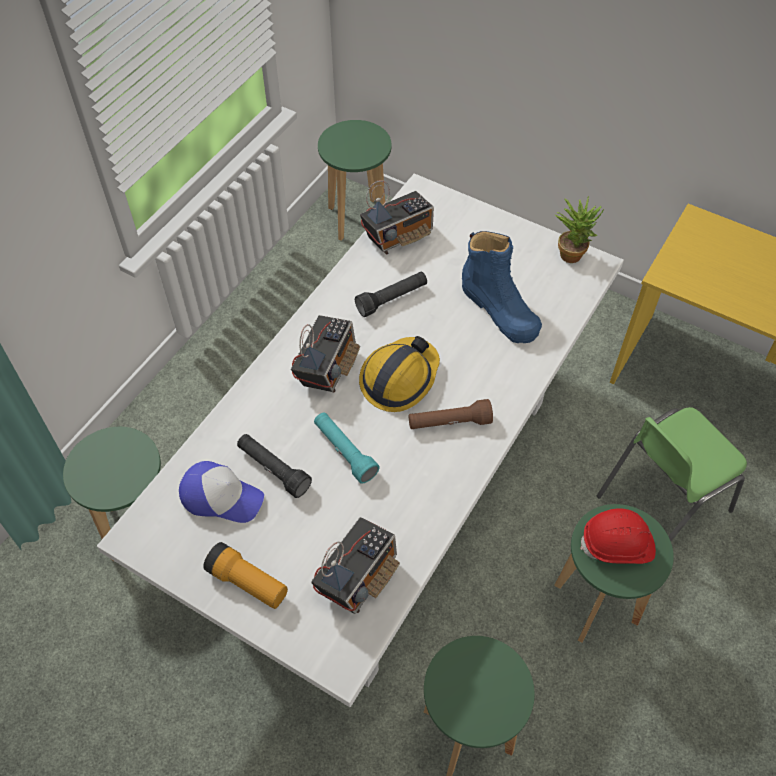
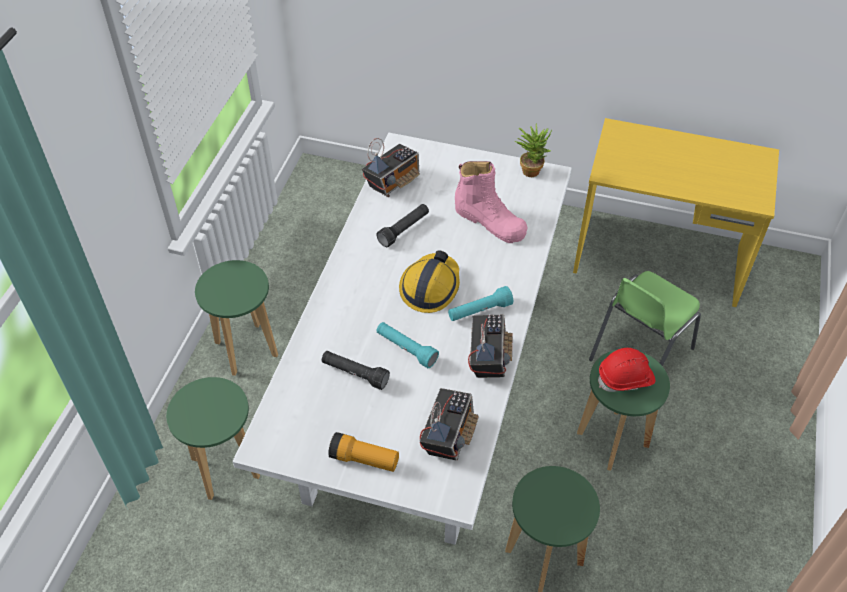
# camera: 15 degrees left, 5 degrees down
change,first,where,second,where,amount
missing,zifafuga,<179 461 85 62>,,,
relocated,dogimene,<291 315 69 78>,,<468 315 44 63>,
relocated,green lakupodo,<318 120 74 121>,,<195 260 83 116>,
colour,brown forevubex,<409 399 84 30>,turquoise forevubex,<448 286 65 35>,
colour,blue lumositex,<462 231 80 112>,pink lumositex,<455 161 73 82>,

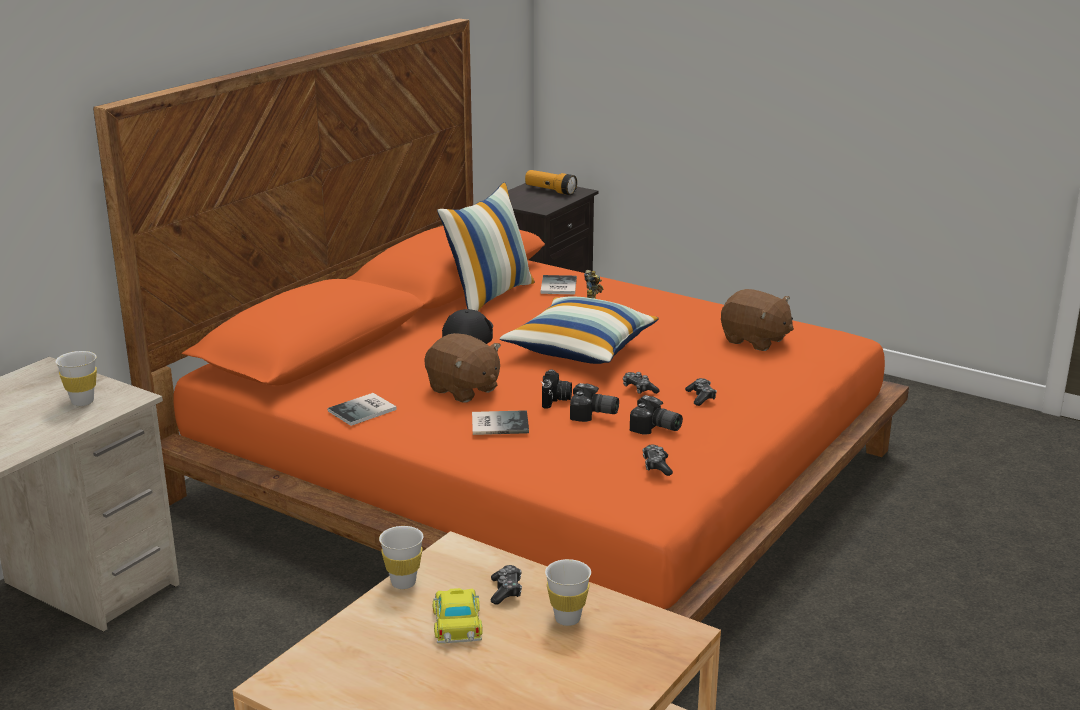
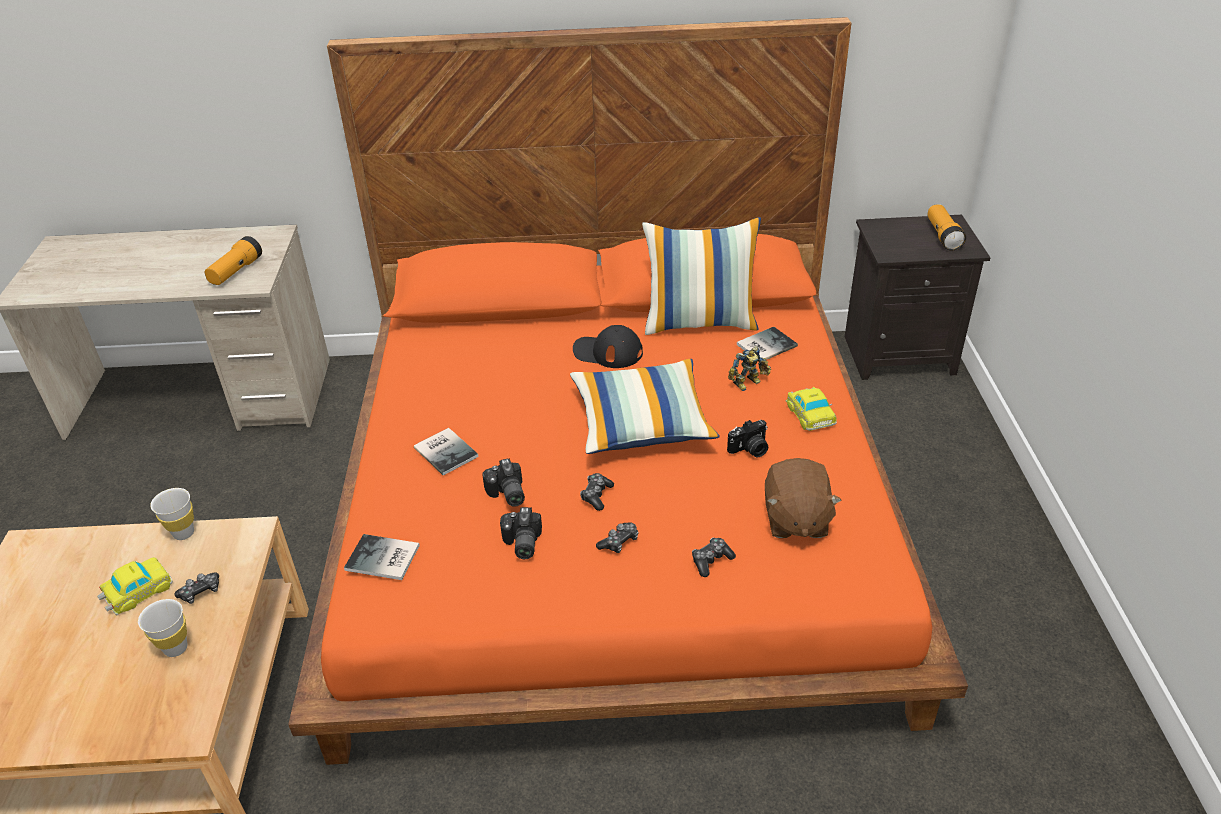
# camera: 55 degrees right, 15 degrees up
change,first,where,second,where,amount
missing,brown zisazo,<424 333 77 70>,,,
appeared,,,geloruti,<786 387 51 44>,
relocated,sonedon,<327 393 70 33>,,<344 534 76 46>,
relocated,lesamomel,<541 369 31 40>,,<727 420 41 37>,
relocated,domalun,<642 445 31 31>,,<692 538 44 39>,
exchanged,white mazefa,<56 351 41 55>,forevubex,<205 236 57 49>,
spun,black zifafuga,<442 309 51 35>,,<573 325 70 43>,135 degrees counterclockwise

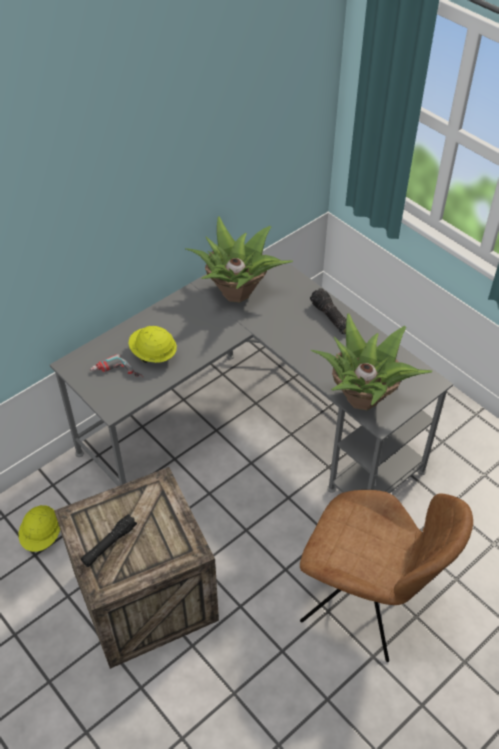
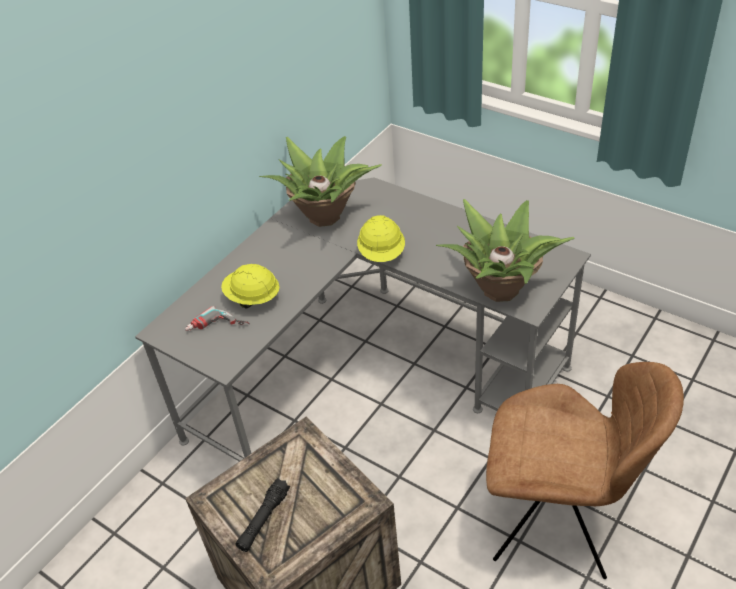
# camera: 10 degrees left, 5 degrees down
change,first,where,second,where,amount
missing,forevubex,<310 288 37 46>,,,
relocated,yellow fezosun,<19 505 41 47>,,<357 215 48 47>,

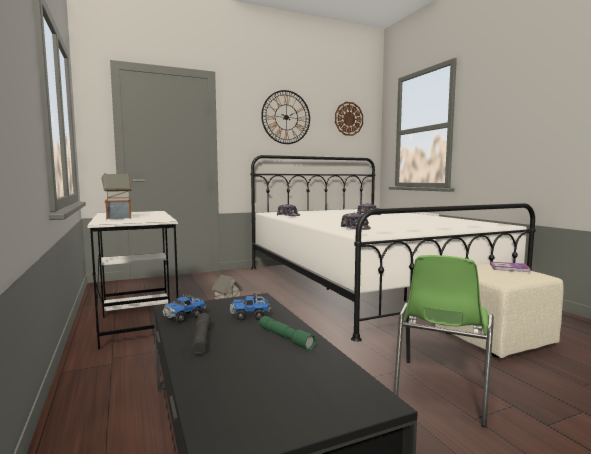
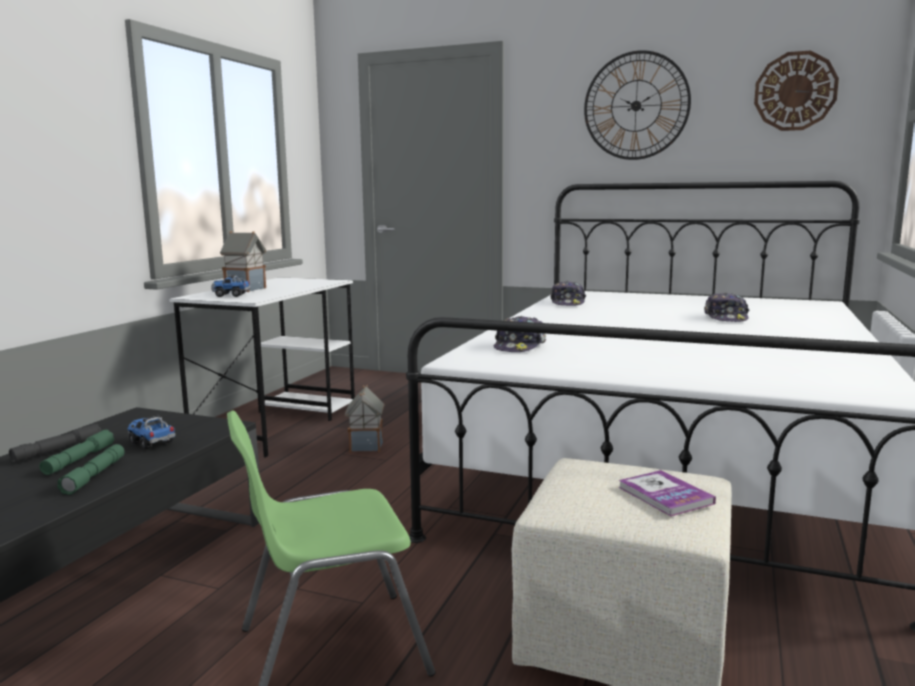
# camera: 45 degrees right, 5 degrees up
change,first,where,second,where,amount
appeared,,,green forevubex,<39 430 75 45>,
relocated,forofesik,<163 294 43 29>,,<211 275 40 22>,

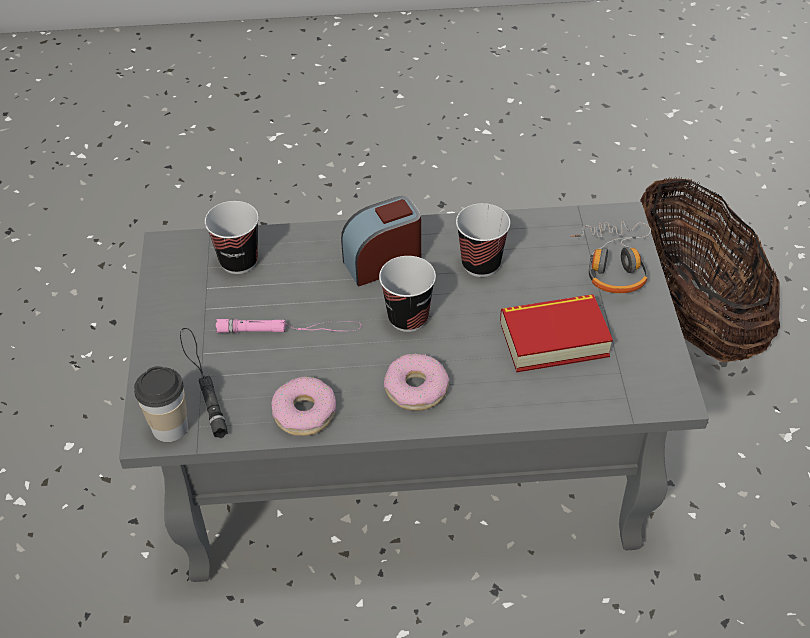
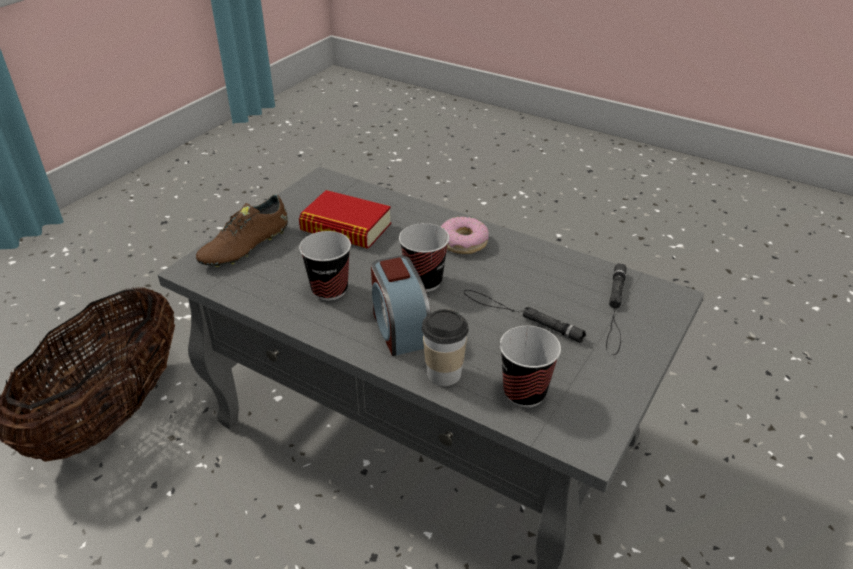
# camera: 145 degrees left, 10 degrees down
change,first,where,second,where,amount
missing,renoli,<272 376 64 60>,,,
relocated,mazefa,<134 366 54 76>,,<422 309 47 77>,
exchanged,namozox,<570 221 81 72>,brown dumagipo,<196 195 92 72>,
colour,pink forevubex,<215 319 146 14>,black forevubex,<464 290 122 53>,
spun,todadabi,<341 196 80 91>,,<371 256 60 100>,60 degrees clockwise

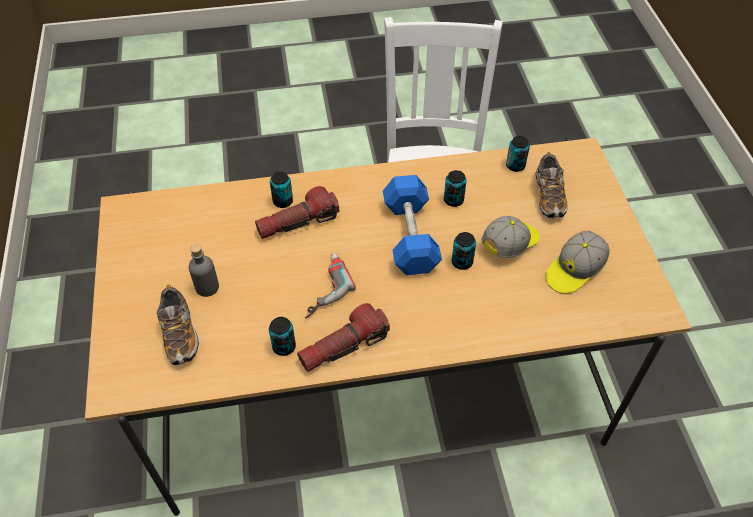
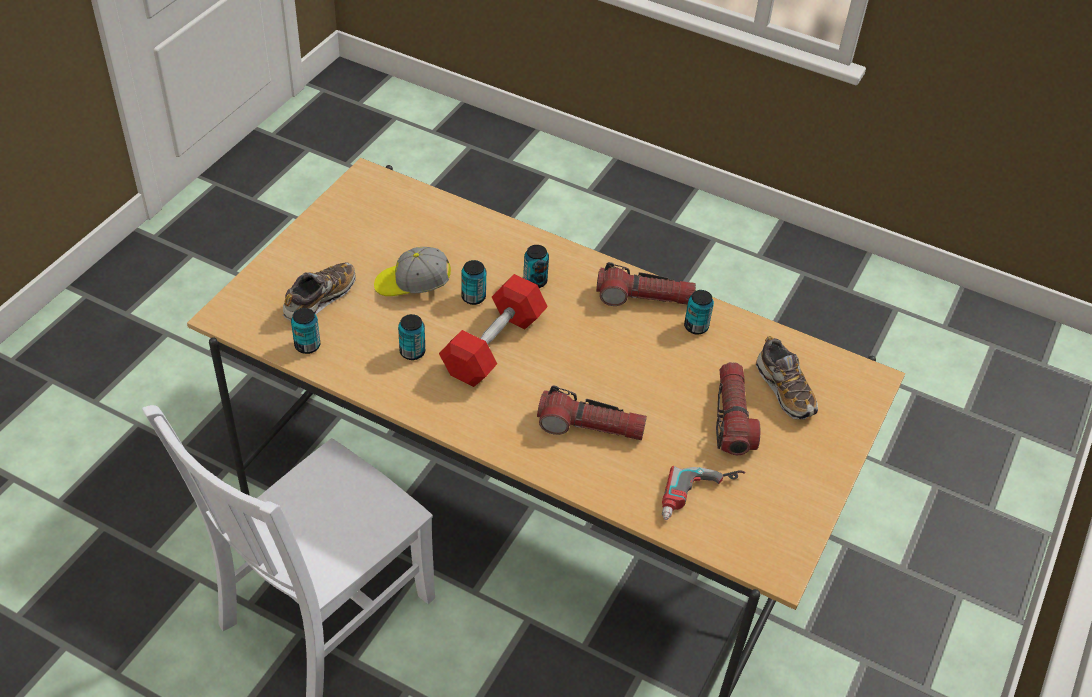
# camera: 145 degrees left, 5 degrees down
change,first,where,second,where,amount
missing,zifafuga,<546 231 64 63>,,,
relocated,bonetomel,<270 171 23 37>,,<523 245 26 43>,
relocated,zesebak,<305 252 51 66>,,<662 466 84 54>,
exchanged,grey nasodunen,<189 244 30 53>,forevubex,<716 362 45 93>,
colour,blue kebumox,<383 175 59 100>,red kebumox,<439 274 109 113>,
spun,dumagipo,<157 285 42 80>,,<756 336 62 83>,135 degrees clockwise

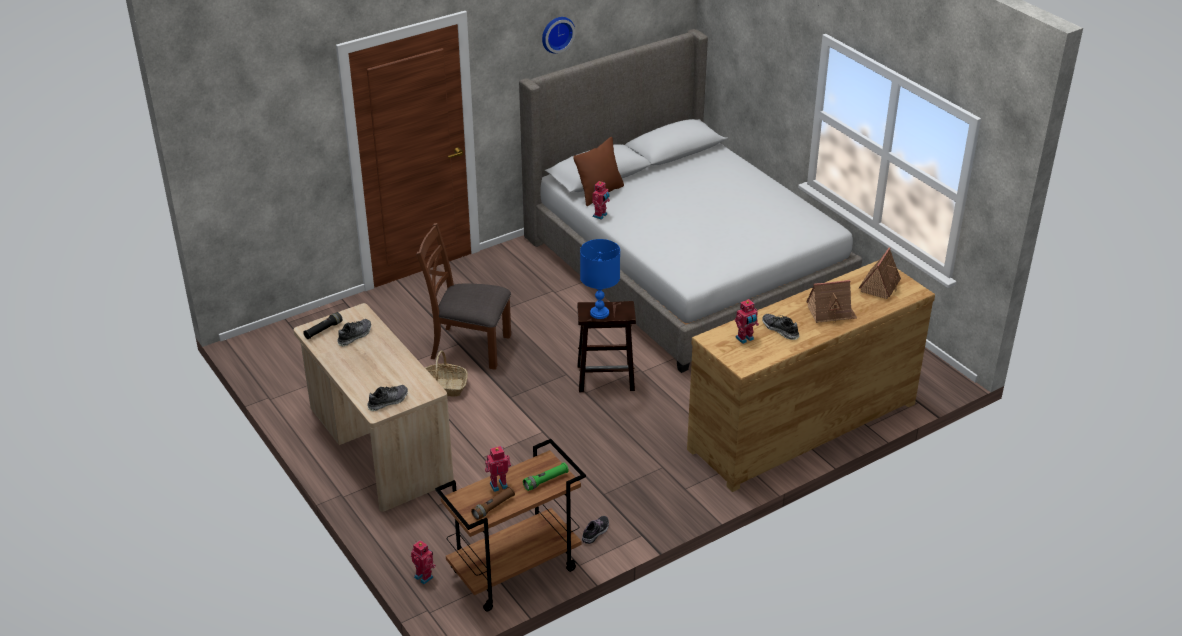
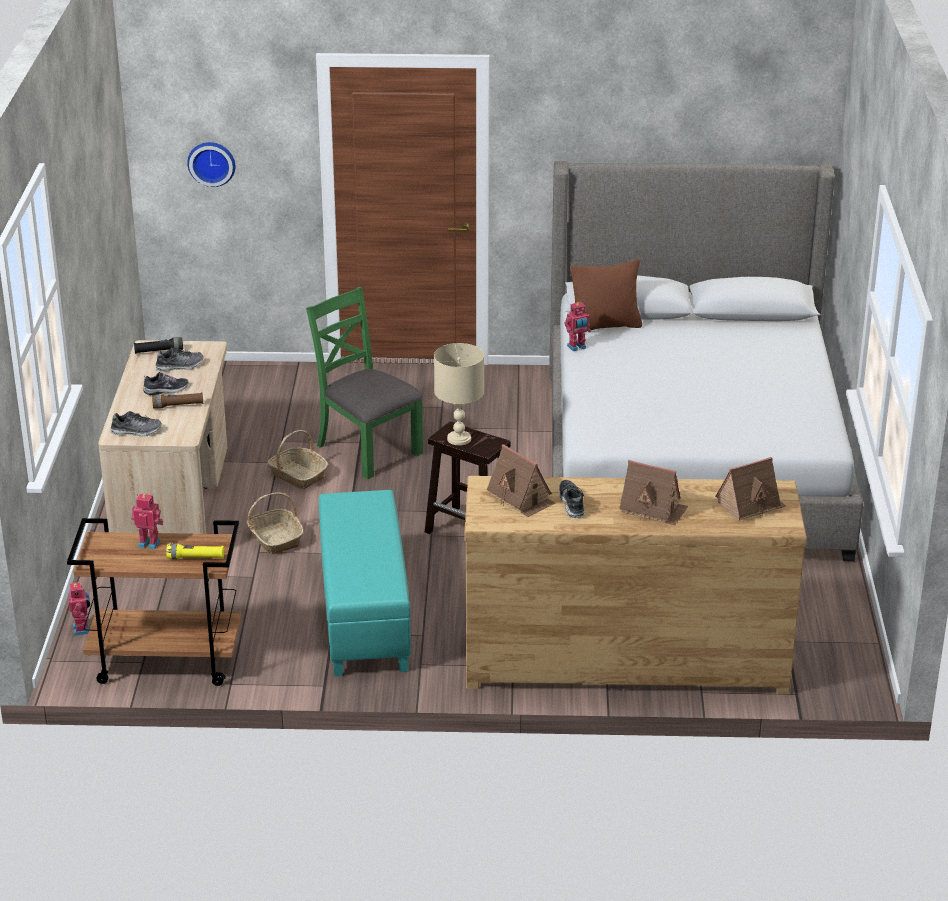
# camera: 35 degrees right, 5 degrees down
change,first,where,second,where,amount
appeared,,,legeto,<246 492 58 62>,
appeared,,,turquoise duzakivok,<319 490 92 186>,
relocated,brown forevubex,<471 486 44 34>,,<152 392 51 17>,
relocated,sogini,<542 17 33 37>,,<187 142 48 45>,
relocated,dumagipo,<582 516 27 28>,,<143 372 46 23>,
exchanged,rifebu,<735 299 24 45>,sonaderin,<487 444 68 73>,
colour,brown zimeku,<416 223 95 147>,green zimeku,<306 287 117 192>,
colour,green forevubex,<523 463 46 28>,yellow forevubex,<166 544 58 15>,
colour,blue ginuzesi,<580 239 40 80>,beige ginuzesi,<434 343 50 102>,

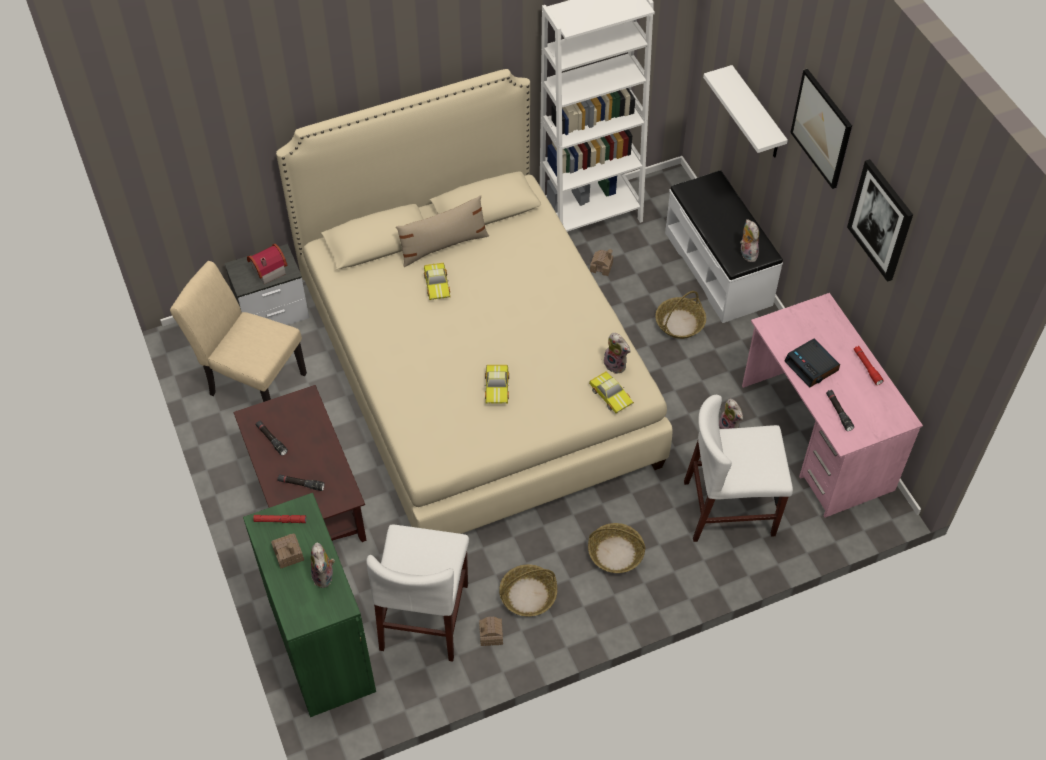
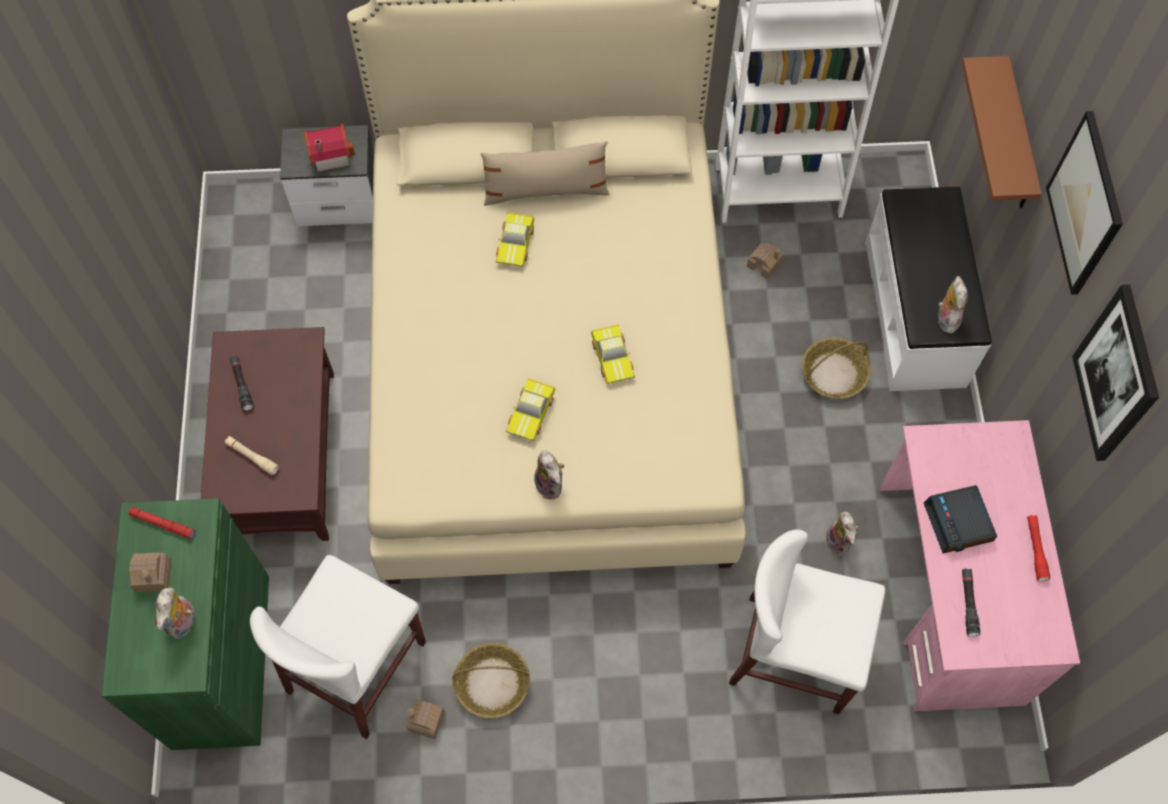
# camera: 20 degrees right, 10 degrees up
change,first,where,second,where,amount
missing,beige zimeku,<170 261 137 141>,,,
missing,legeto,<588 523 57 50>,,,
relocated,geloruti,<589 371 45 42>,,<591 324 44 60>,
relocated,zisazo,<603 333 27 41>,,<534 450 30 50>,
colour,black forevubex,<277 474 48 17>,beige forevubex,<224 436 55 39>,
colour,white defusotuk,<703 65 85 93>,brown defusotuk,<962 56 80 152>,

